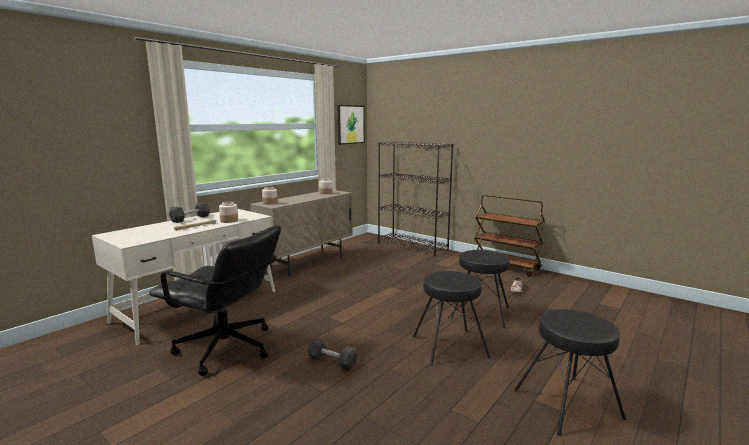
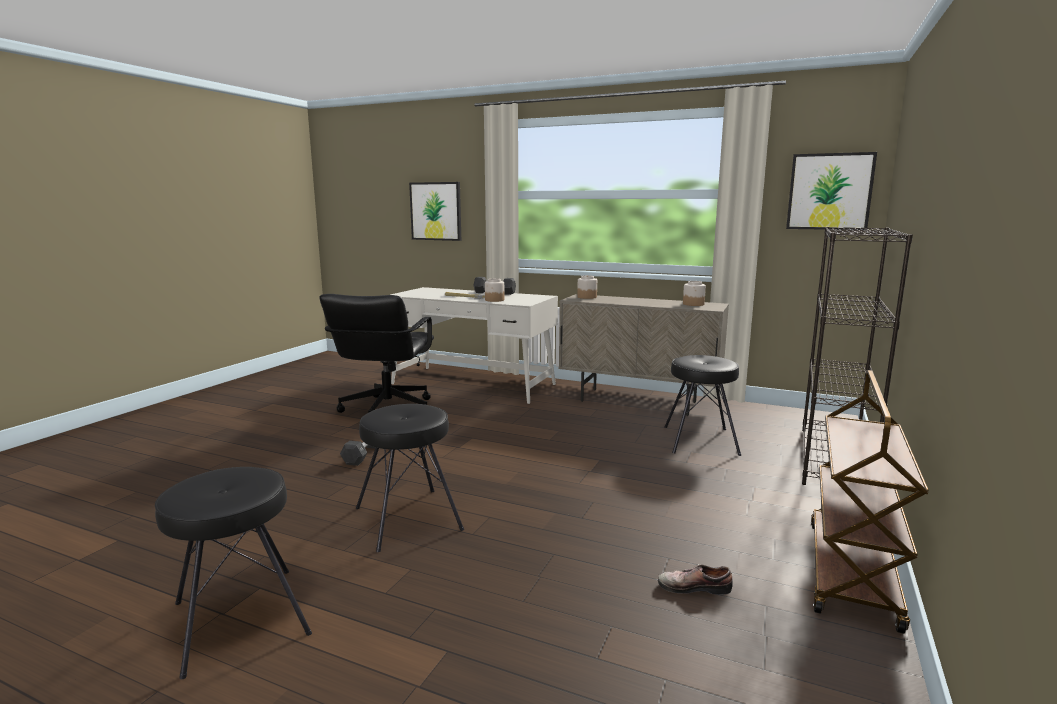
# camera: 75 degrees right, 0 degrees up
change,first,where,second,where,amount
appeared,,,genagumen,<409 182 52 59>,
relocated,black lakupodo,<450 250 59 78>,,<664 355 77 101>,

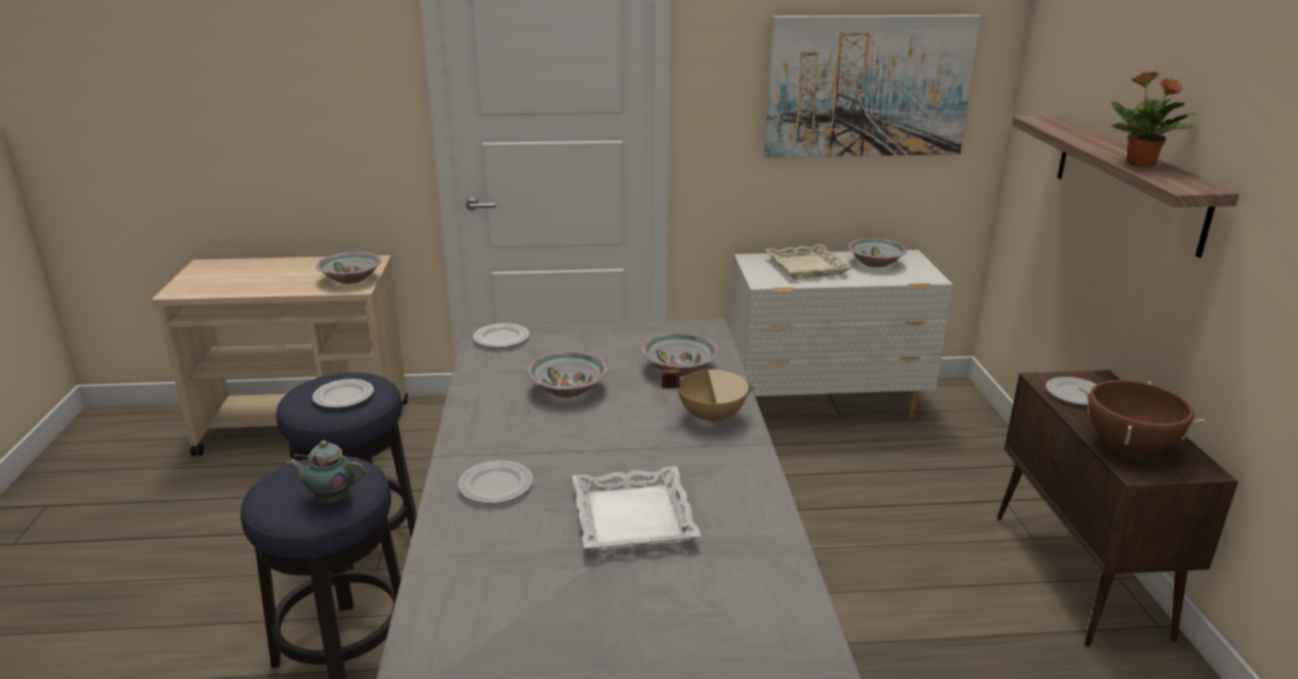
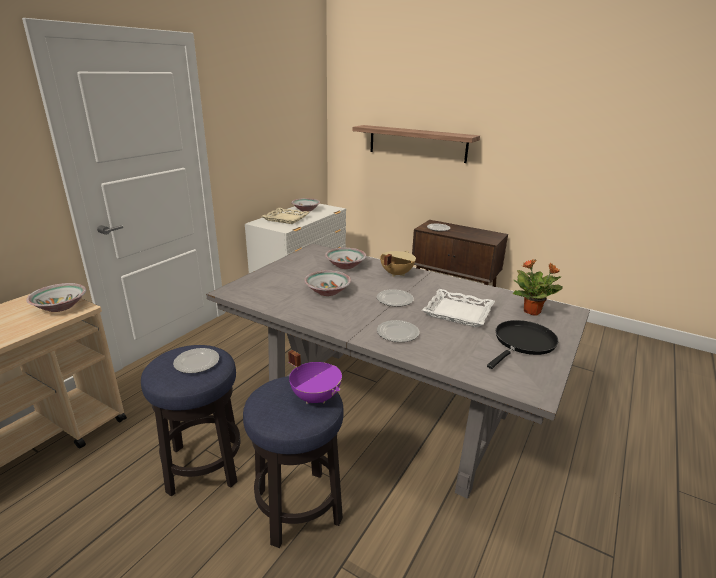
# camera: 55 degrees left, 0 degrees up
change,first,where,second,where,amount
missing,genagumen,<764 15 217 142>,,,
missing,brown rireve,<1078 380 129 74>,,,
appeared,,,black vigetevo,<487 320 72 49>,
relocated,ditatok,<473 323 56 25>,,<377 289 37 18>,
relocated,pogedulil,<1111 71 86 96>,,<513 260 49 55>,
exchanged,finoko,<286 440 80 63>,purple rireve,<288 350 54 54>,

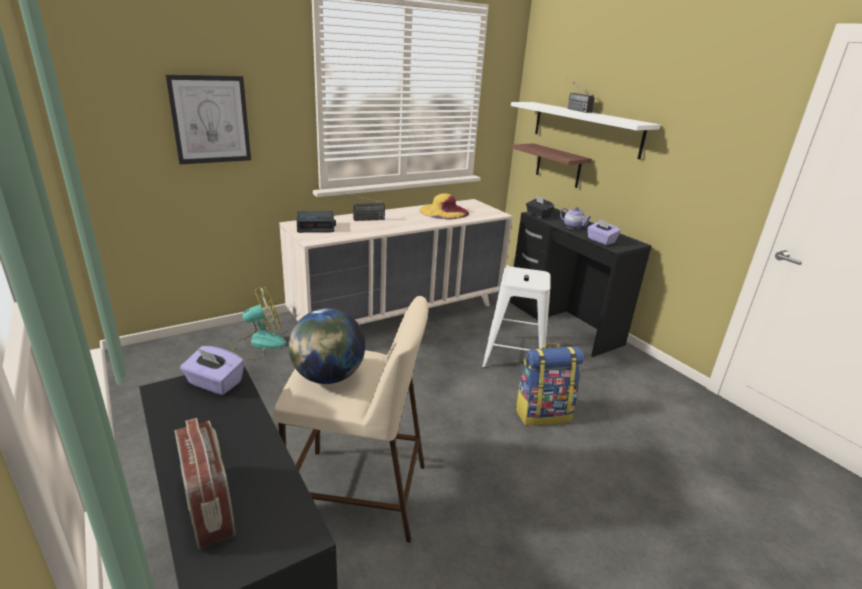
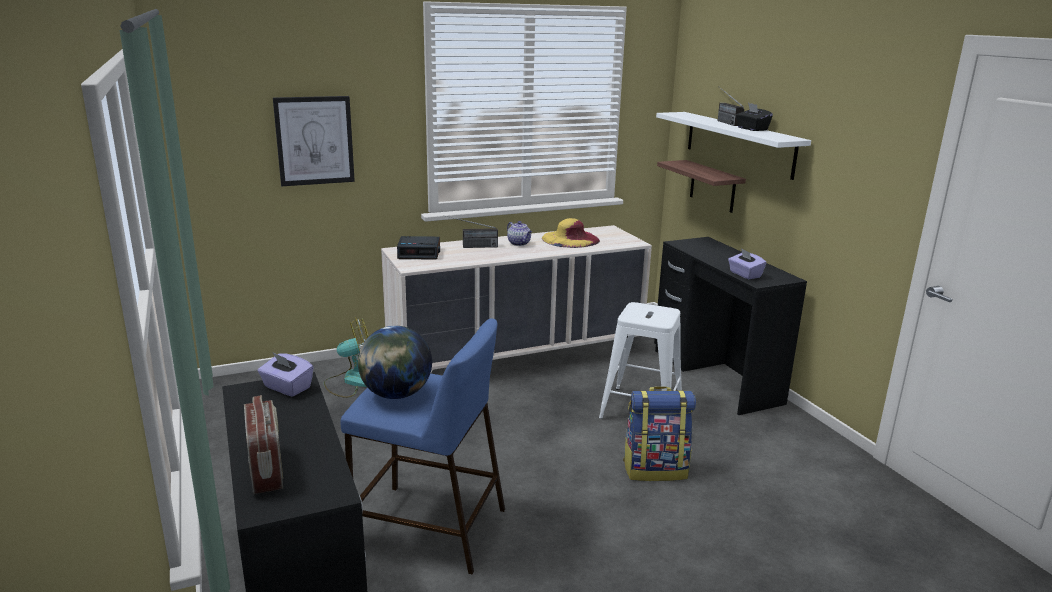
# camera: 10 degrees right, 5 degrees down
change,first,where,second,where,amount
relocated,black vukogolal,<526 196 29 22>,,<736 103 37 28>,
relocated,finoko,<560 207 32 22>,,<507 221 25 25>,
colour,beige lakupodo,<274 296 155 247>,blue lakupodo,<341 318 164 257>,

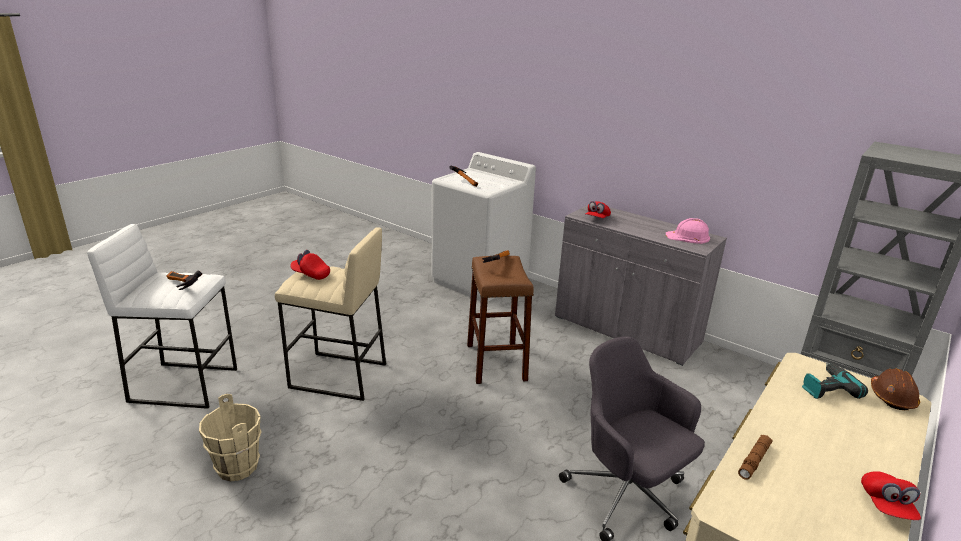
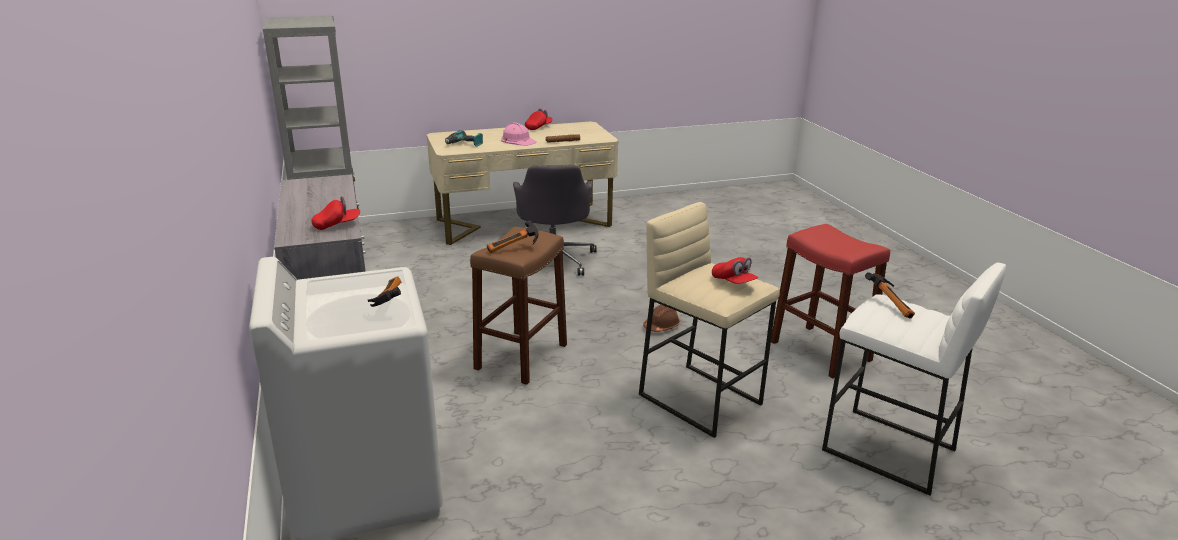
# camera: 145 degrees left, 0 degrees up
change,first,where,second,where,amount
relocated,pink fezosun,<666 218 44 26>,,<501 122 36 24>,
relocated,brown fezosun,<871 369 49 41>,,<643 305 37 27>,
exchanged,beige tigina,<199 394 63 87>,red lakupodo,<771 224 119 155>,

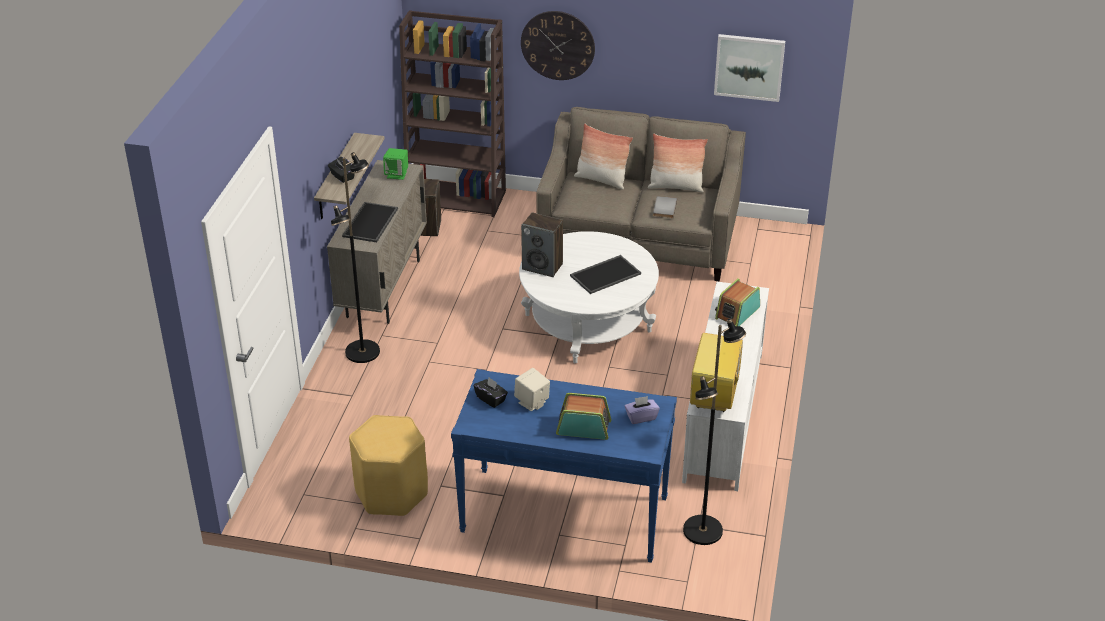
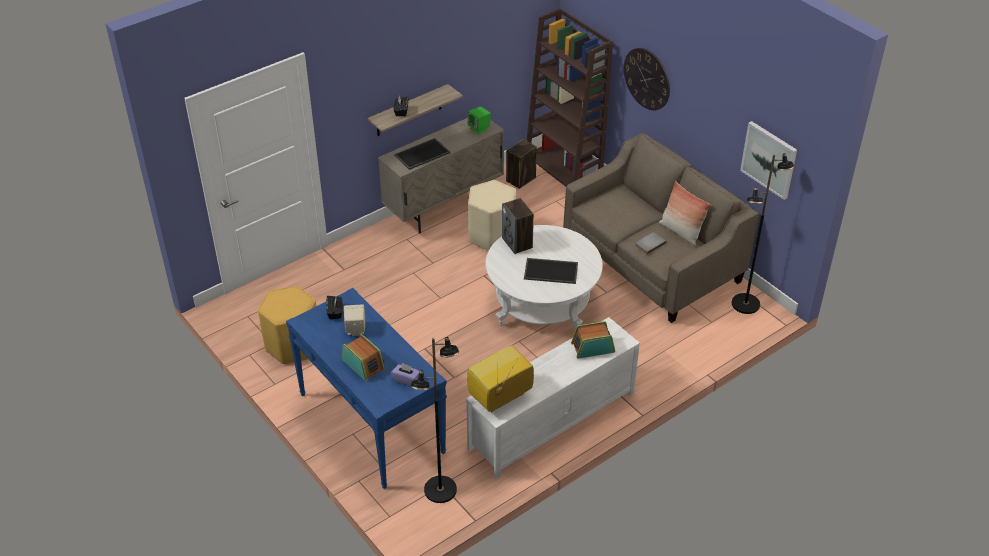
# camera: 40 degrees right, 5 degrees up
change,first,where,second,where,amount
missing,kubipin,<574 124 59 66>,,,
appeared,,,beige lakupodo,<468 180 48 71>,
relocated,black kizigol,<331 152 49 211>,,<732 153 62 161>,

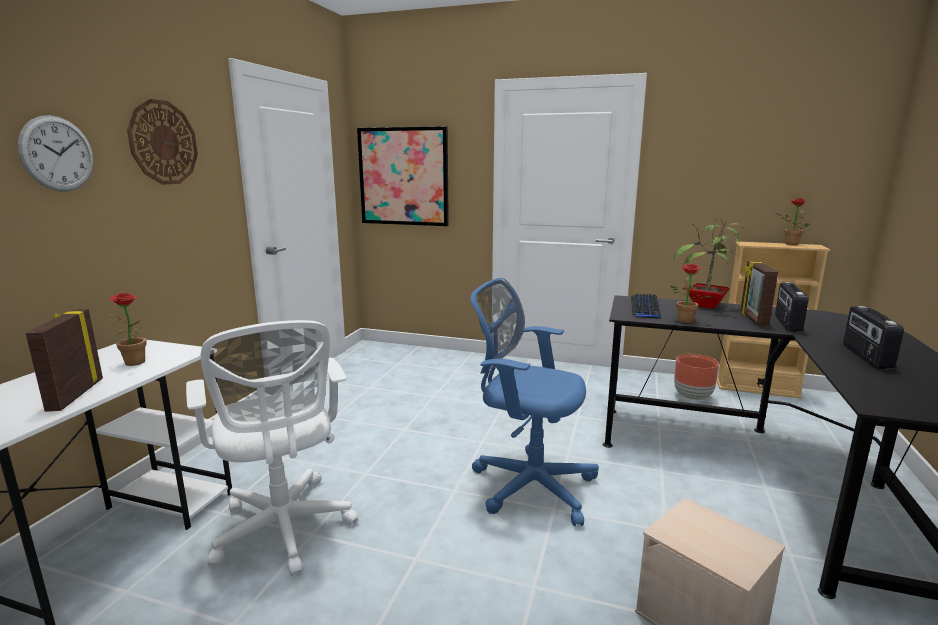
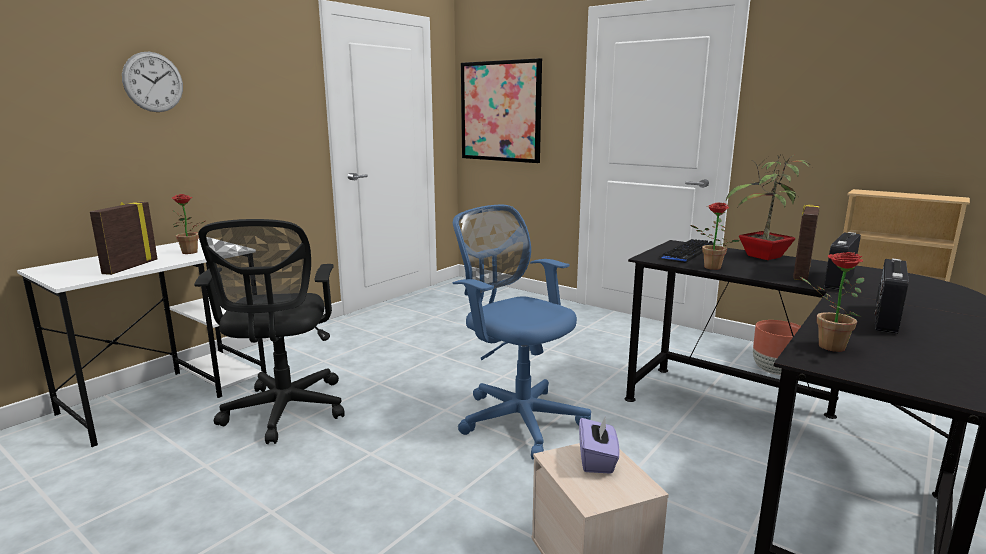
# camera: 20 degrees right, 0 degrees up
change,first,where,second,where,amount
missing,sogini,<127 99 71 86>,,,
appeared,,,purple vukogolal,<579 415 41 59>,
relocated,pogedulil,<776 198 34 47>,,<800 252 64 100>,
colour,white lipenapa,<186 320 172 257>,black lipenapa,<194 219 151 225>,

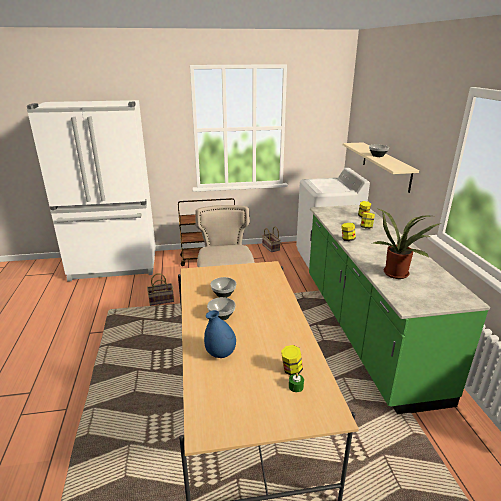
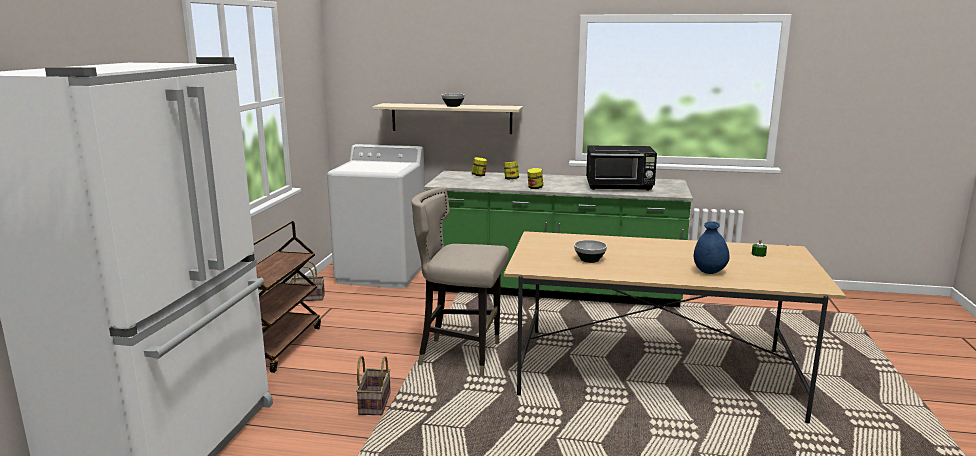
# camera: 70 degrees left, 10 degrees down
change,first,where,second,where,amount
missing,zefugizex,<207 297 29 23>,,,
missing,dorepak,<281 345 22 30>,,,
exchanged,pogedulil,<374 209 68 70>,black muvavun,<586 146 71 45>,

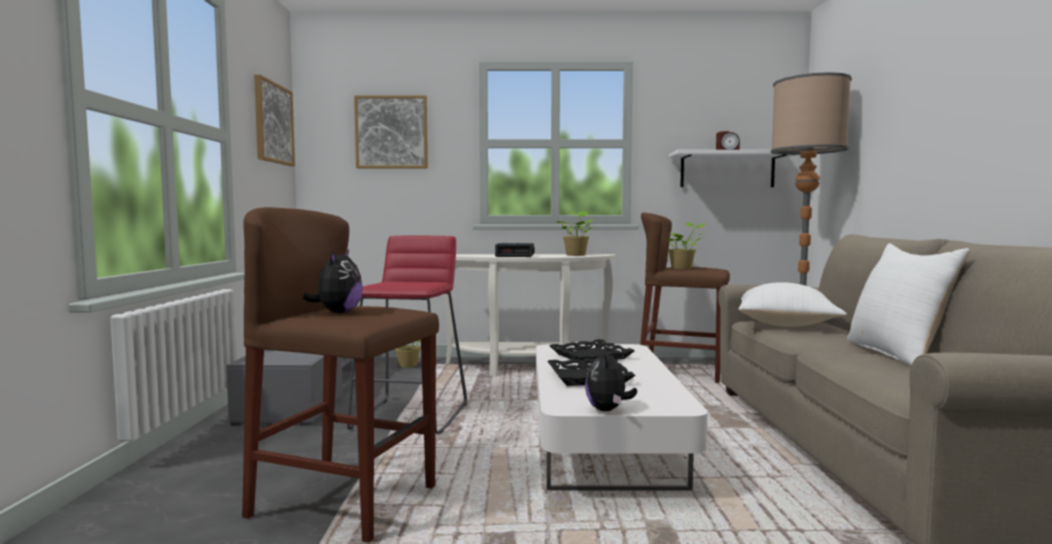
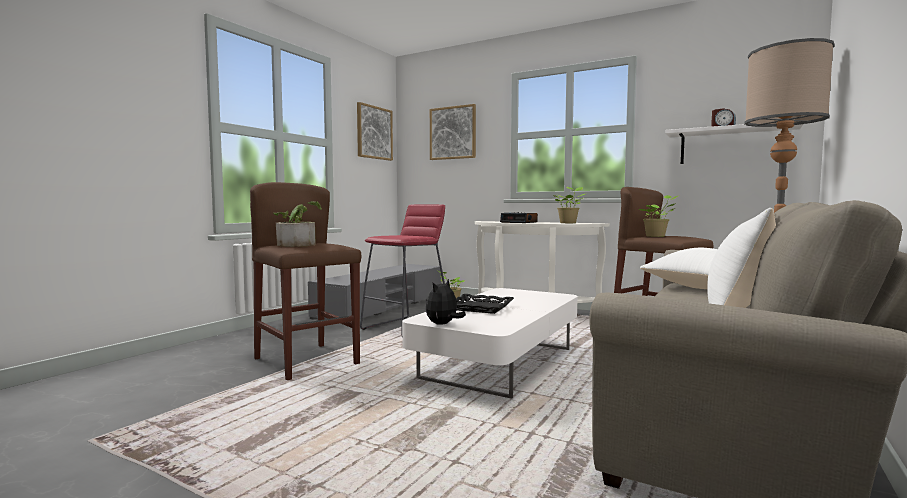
# camera: 30 degrees right, 0 degrees up
change,first,where,second,where,amount
missing,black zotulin,<549 339 86 25>,,,
exchanged,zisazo,<303 250 60 63>,pogedulil,<273 201 49 46>,

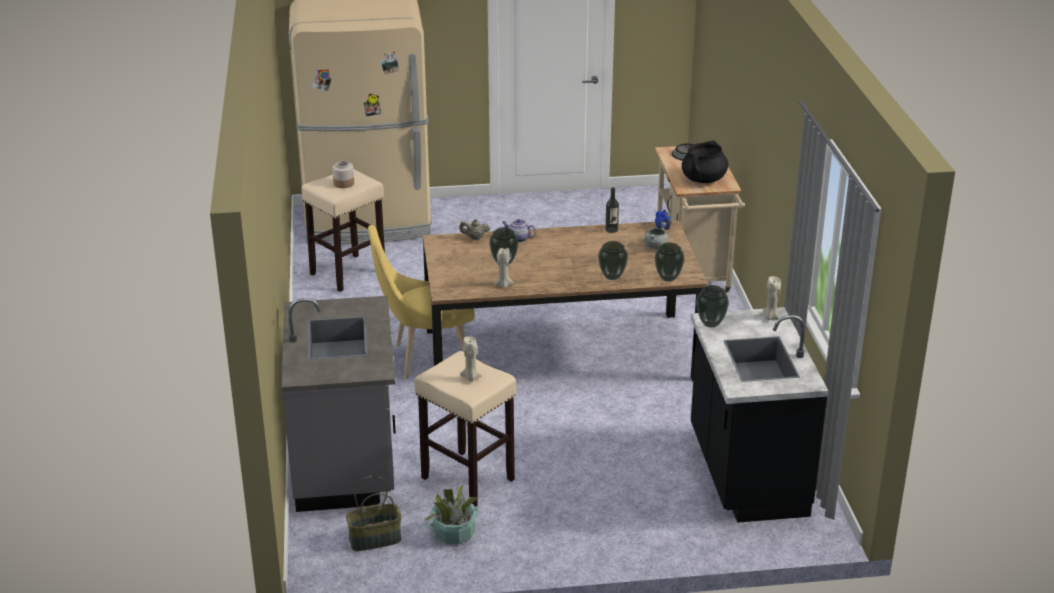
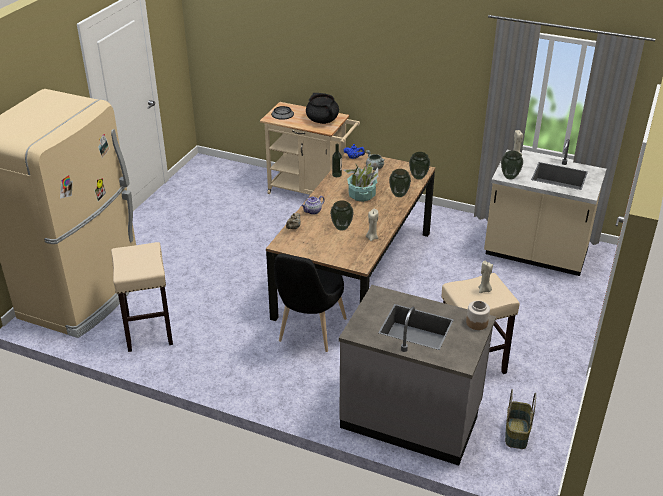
# camera: 60 degrees left, 5 degrees up
change,first,where,second,where,amount
relocated,dorepak,<332 161 22 27>,,<466 301 24 29>,
relocated,pogedulil,<424 484 55 60>,,<344 162 34 40>,
colour,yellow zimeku,<368 225 107 154>,black zimeku,<274 254 73 98>,
colour,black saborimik,<691 307 137 216>,beige saborimik,<484 139 122 137>,

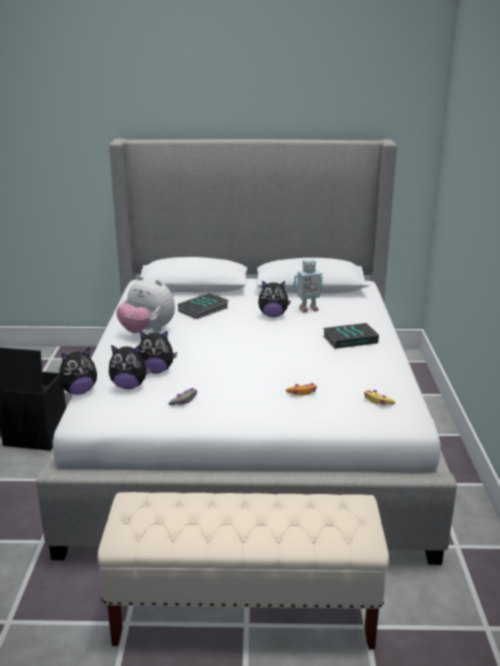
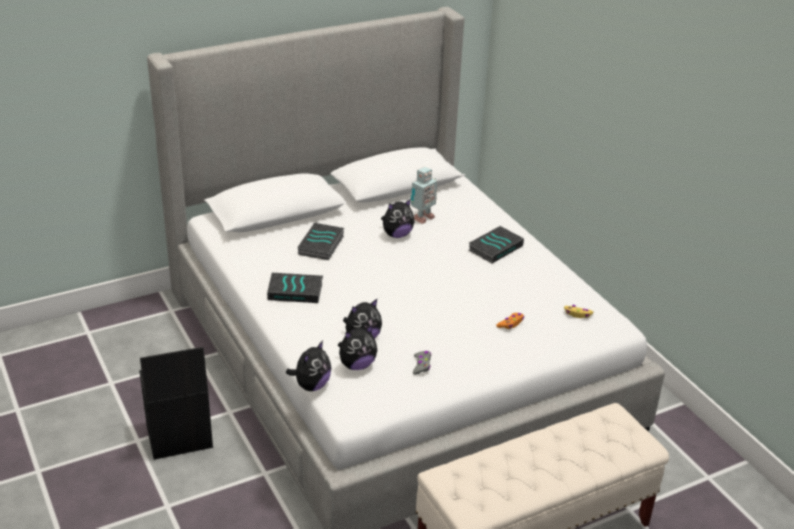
# camera: 30 degrees left, 10 degrees up
change,first,where,second,where,amount
exchanged,zisazo,<116 276 59 57>,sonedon,<267 273 56 30>,

